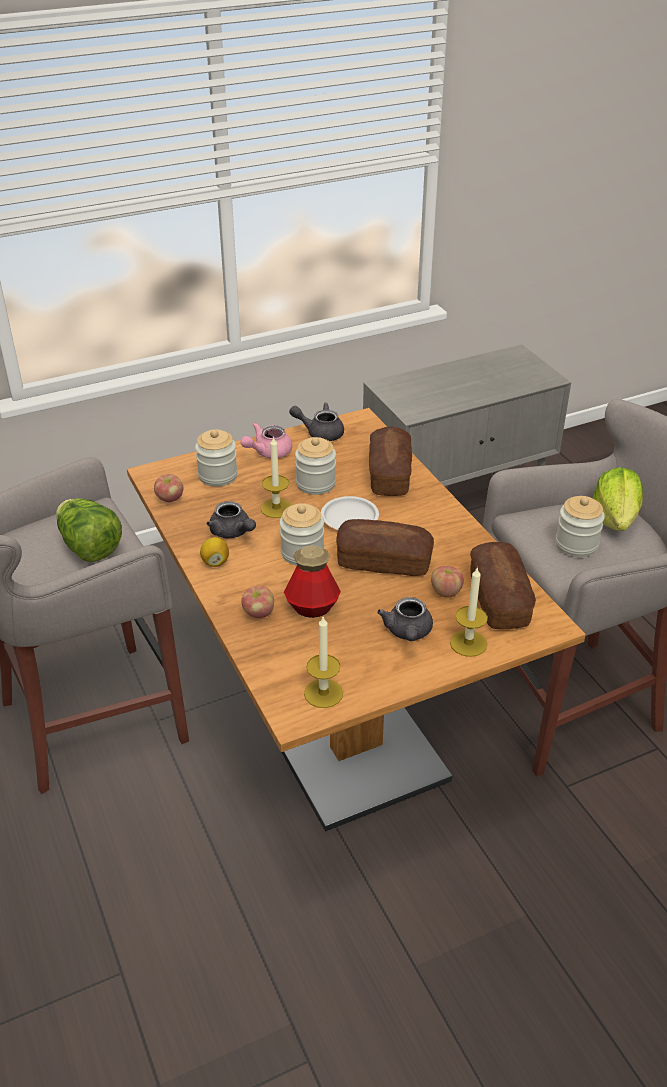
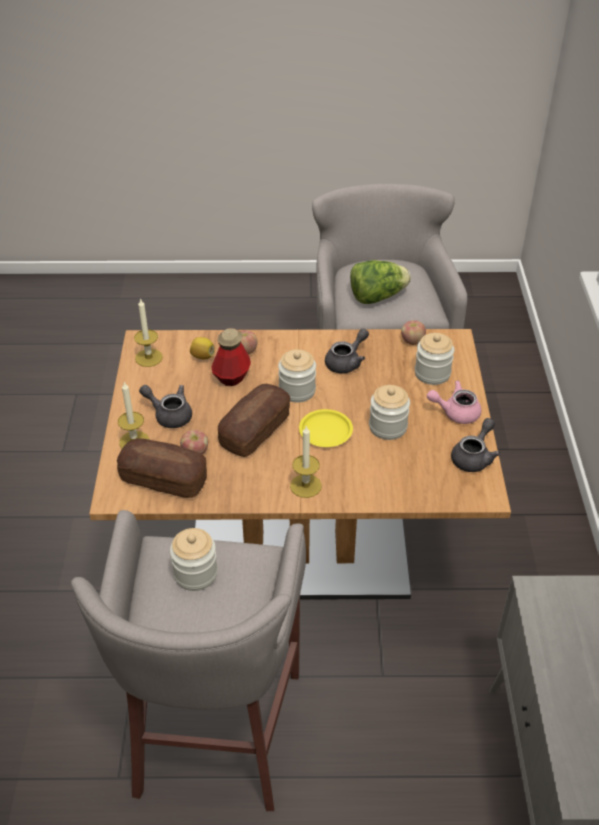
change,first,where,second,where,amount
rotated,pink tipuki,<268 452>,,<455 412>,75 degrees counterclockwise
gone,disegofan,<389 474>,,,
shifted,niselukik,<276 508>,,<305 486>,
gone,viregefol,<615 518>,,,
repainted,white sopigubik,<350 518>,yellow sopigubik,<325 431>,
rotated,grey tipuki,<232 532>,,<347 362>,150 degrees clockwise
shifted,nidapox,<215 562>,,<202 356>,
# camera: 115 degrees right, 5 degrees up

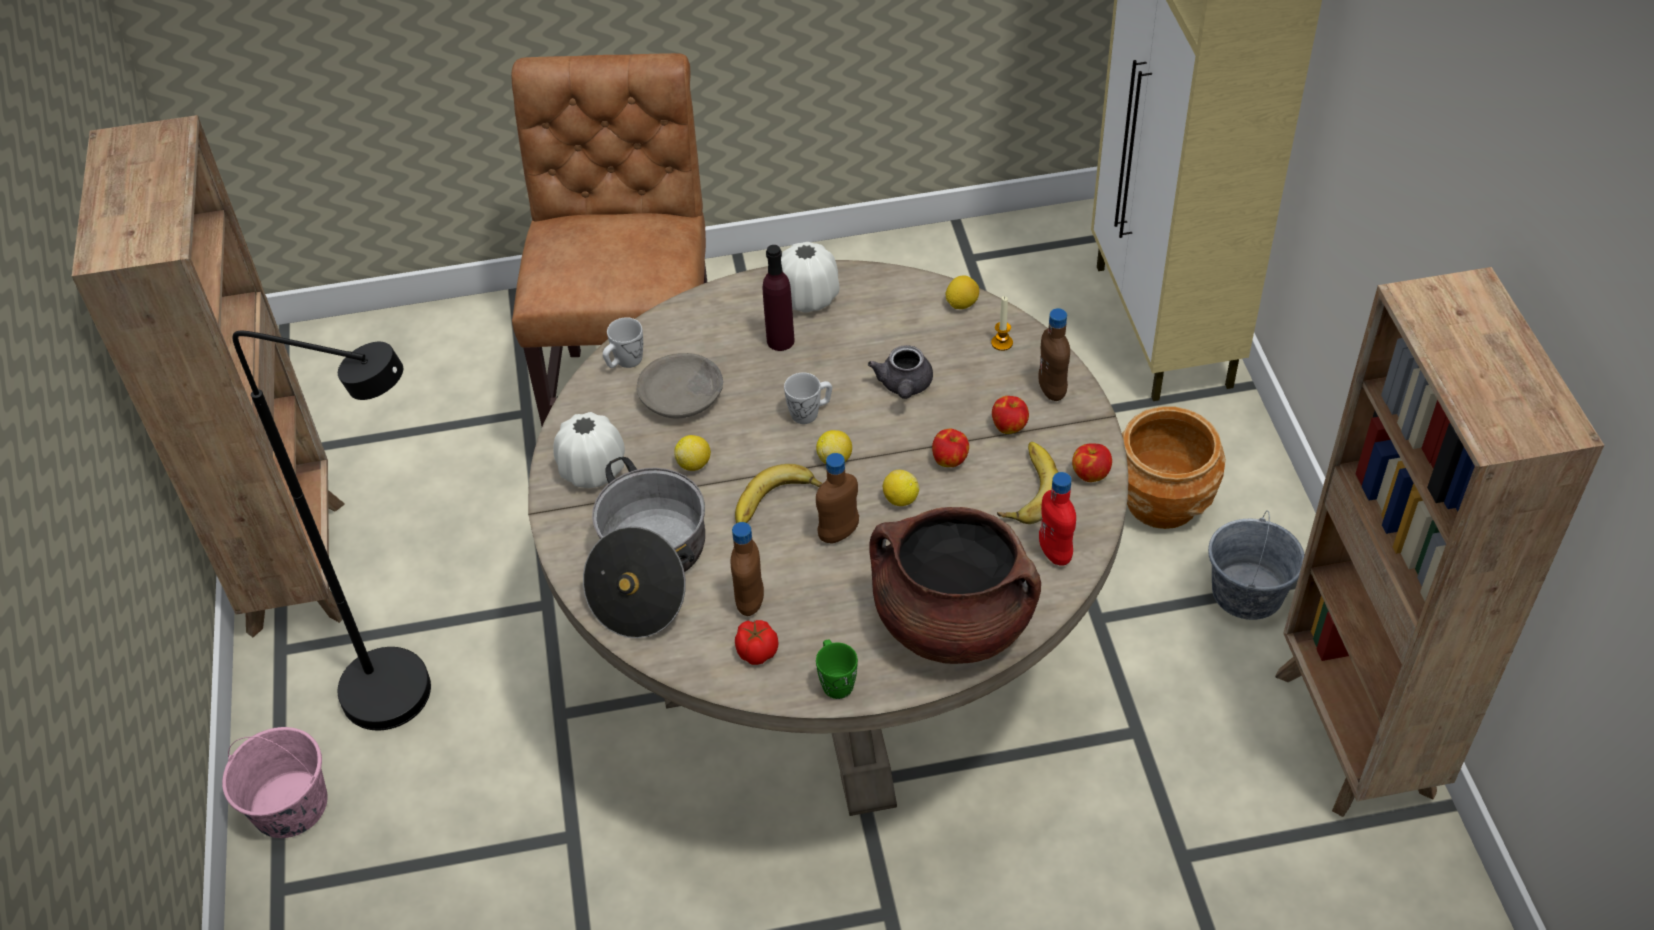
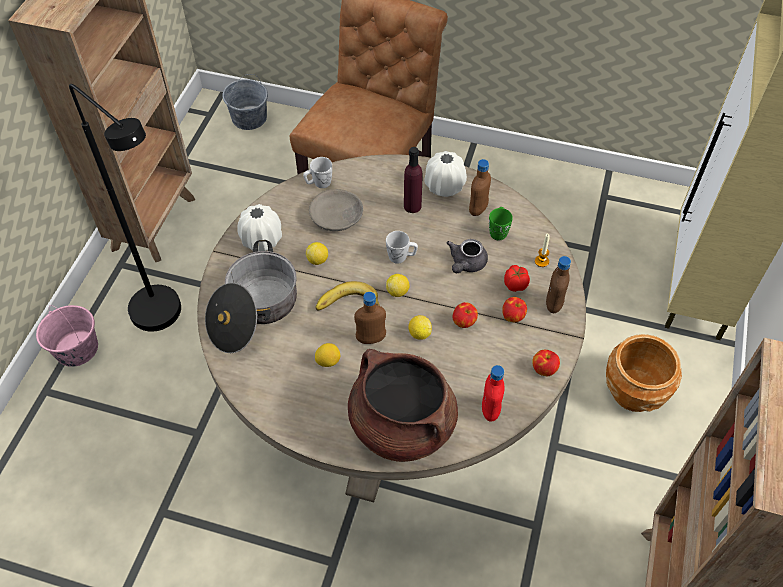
change,first,where,second,where,amount
shifted,nidapox,<961 304>,,<328 361>,
gone,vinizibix,<1025 488>,,,
shifted,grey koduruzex,<1247 591>,,<249 118>,
shifted,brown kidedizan,<750 601>,,<478 209>,
shifted,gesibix,<756 651>,,<515 284>,
shifted,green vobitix,<835 681>,,<498 231>,
# camera: 25 degrees right, 5 degrees up

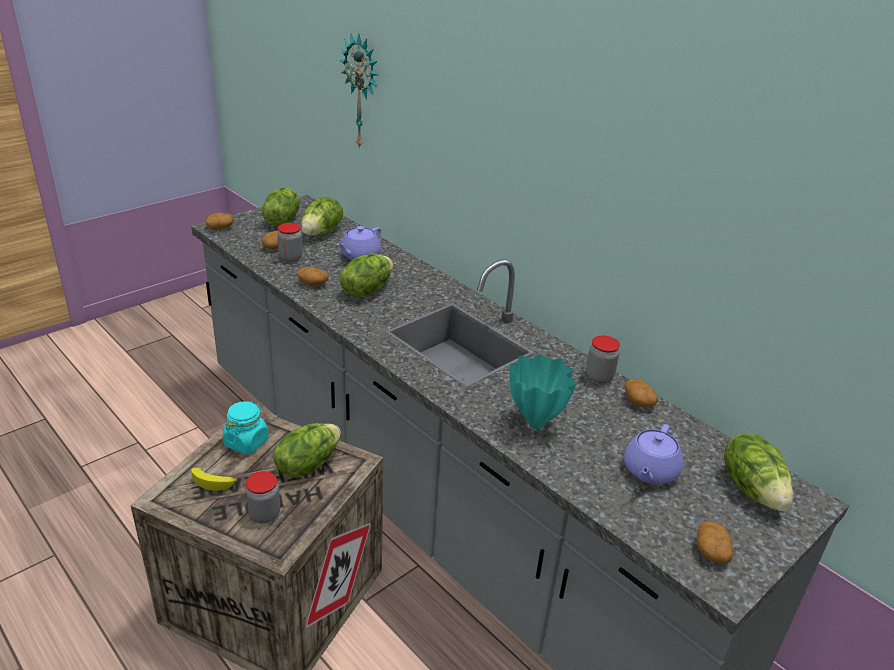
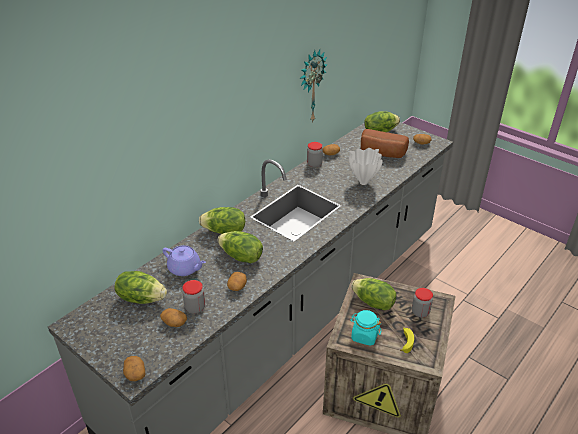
change,first,where,second,where,amount
shifted,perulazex,<363 92>,,<310 86>,
shifted,viregefol,<282 220>,,<224 231>,
repainted,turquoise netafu,<535 423>,white netafu,<363 183>,
swapped,purple tipuki,<649 471>,disegofan,<382 153>,
# camera: 95 degrees left, 5 degrees up

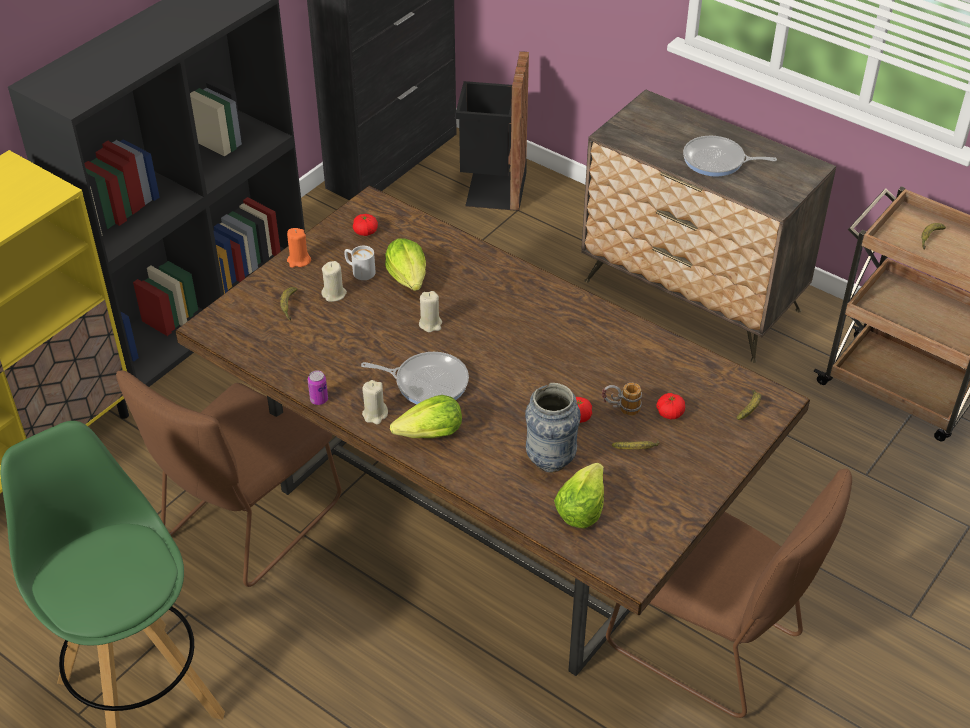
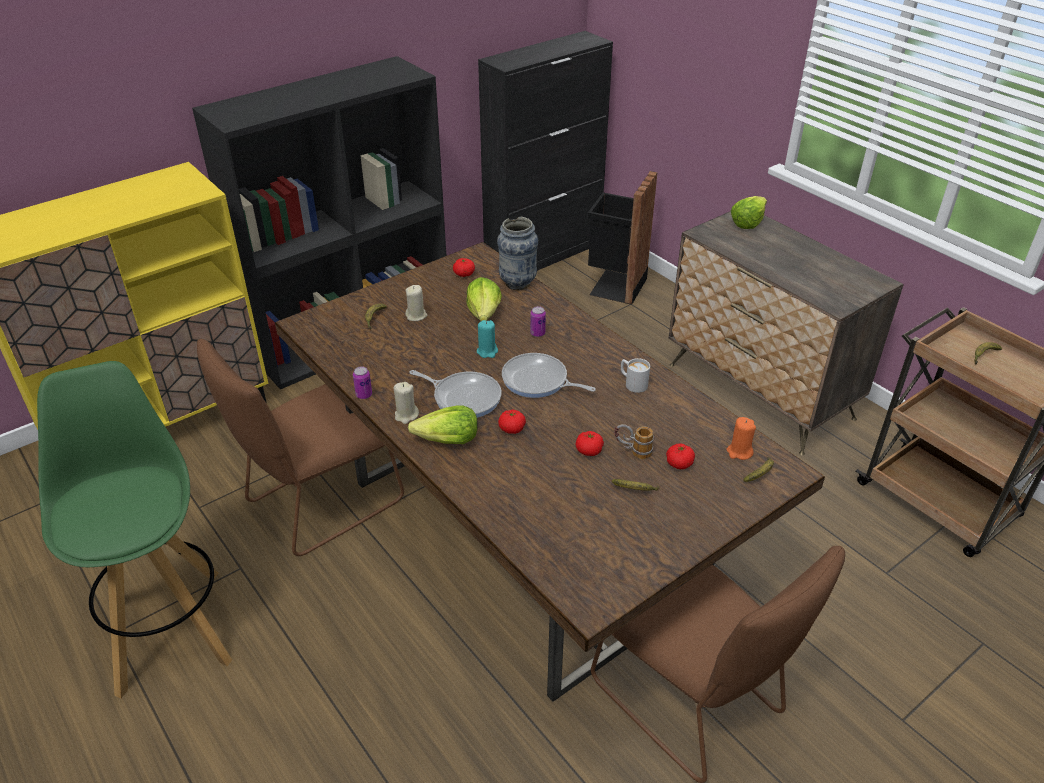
change,first,where,second,where,amount
shifted,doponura,<717 161>,,<538 381>,
shifted,orange niselukik,<299 260>,,<739 452>,
shifted,white vobitix,<359 271>,,<632 383>,
repainted,beige niselukik,<430 324>,turquoise niselukik,<487 351>,
shifted,netafu,<550 460>,,<517 283>,
shifted,viregefol,<581 508>,,<747 222>,
new,,,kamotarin,<537 333>,
new,,,gesibix,<512 429>,
# camera: 15 degrees right, 5 degrees down

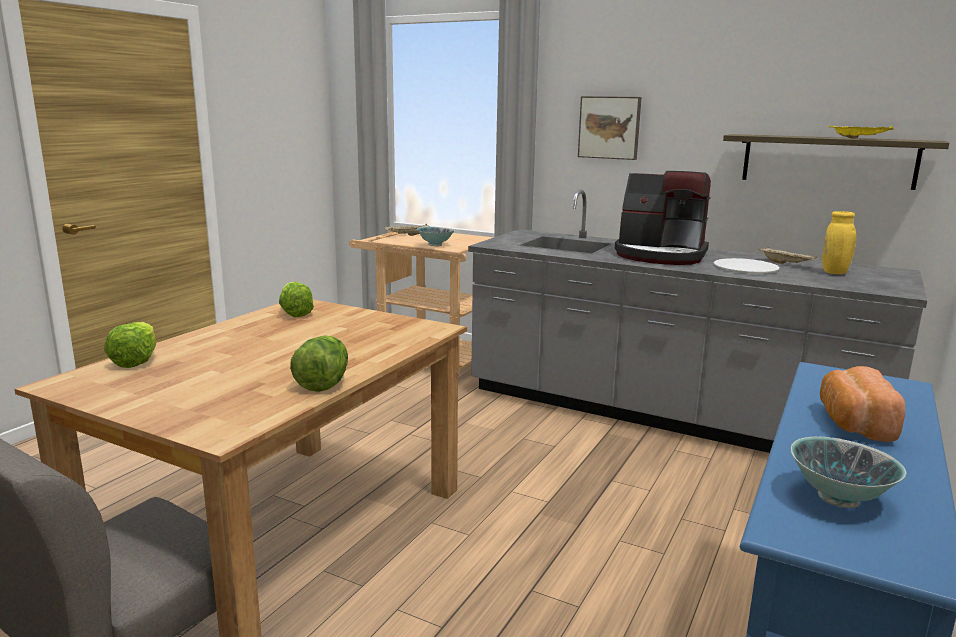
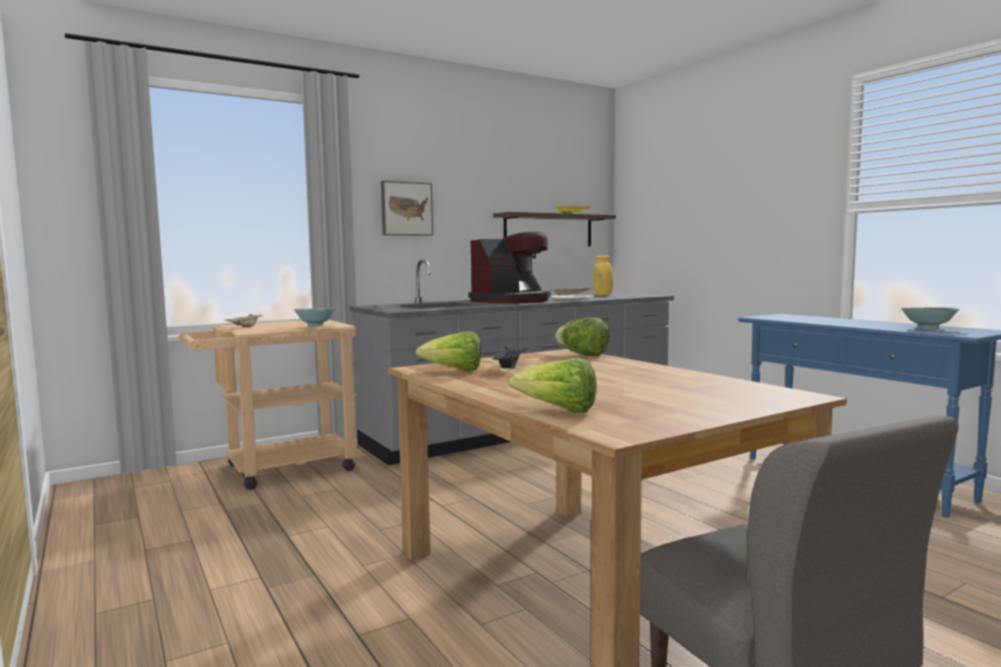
change,first,where,second,where,amount
shifted,viregefol,<323 383>,,<582 355>,
gone,disegofan,<852 423>,,,
new,,,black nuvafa,<510 367>,
# camera: 60 degrees left, 10 degrees down

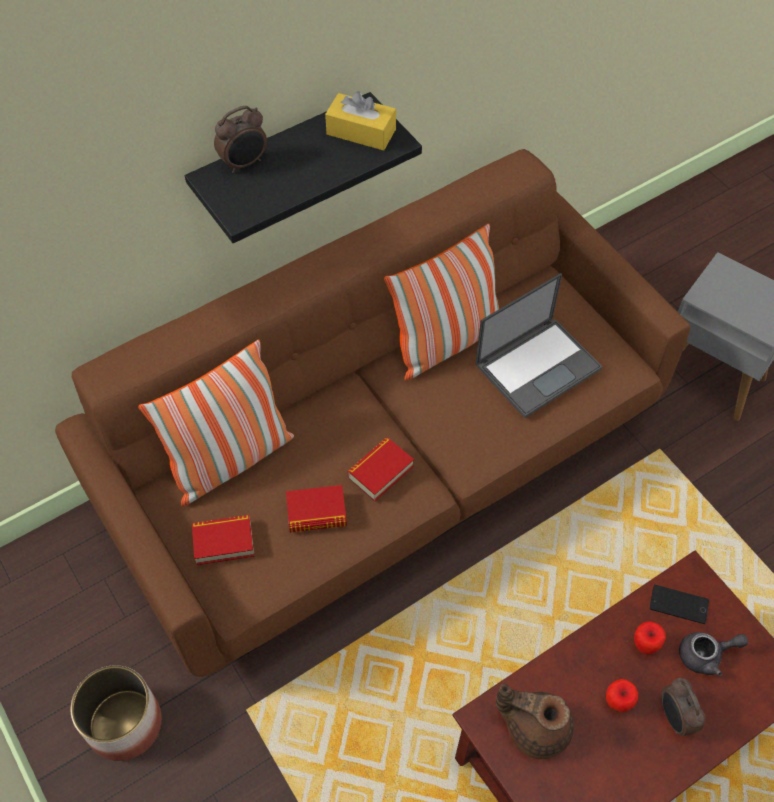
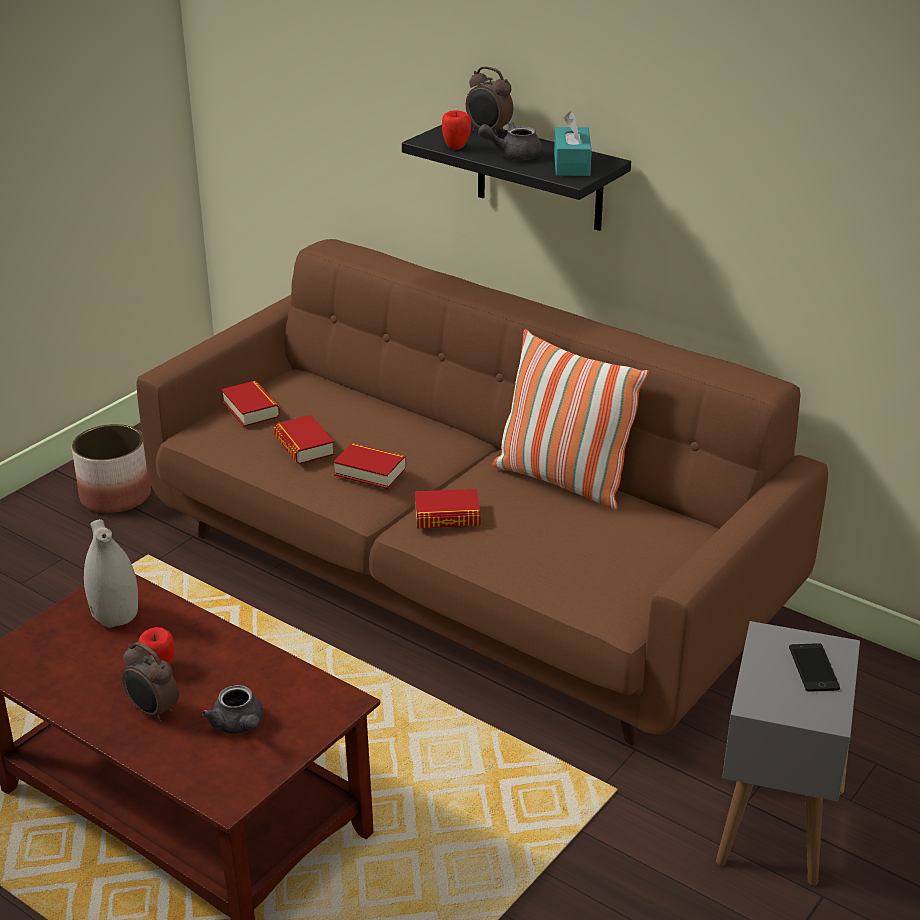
change,first,where,second,where,amount
repainted,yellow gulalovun,<361 132>,turquoise gulalovun,<571 164>,
gone,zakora,<538 365>,,,
gone,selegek,<230 460>,,,
shifted,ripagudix,<678 604>,,<813 668>,
shifted,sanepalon,<645 645>,,<456 147>,
rotated,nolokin,<674 717>,,<153 711>,105 degrees counterclockwise
swapped,brown tipuki,<534 727>,white netafu,<115 616>,
new,,,grey tipuki,<513 155>,
new,,,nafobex,<447 516>,
# camera: 70 degrees right, 25 degrees down

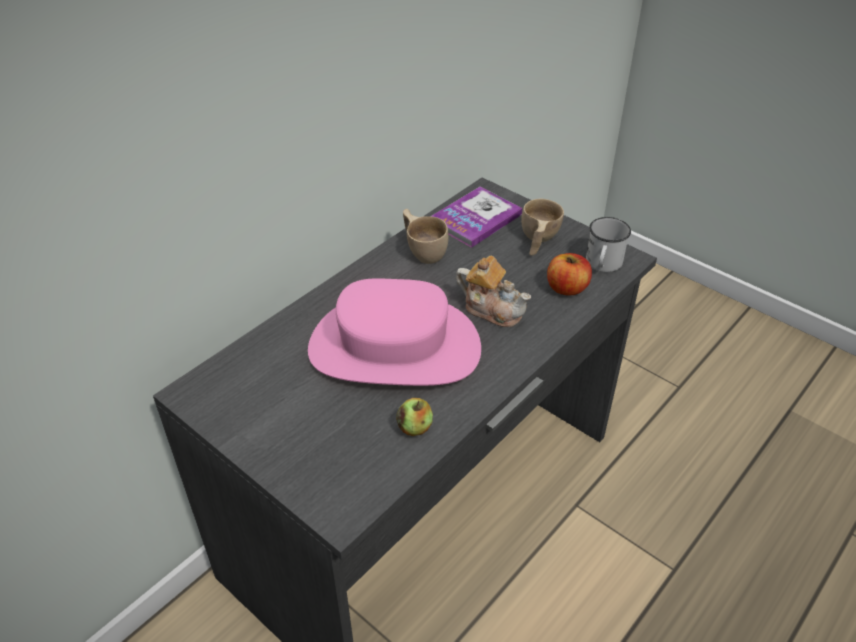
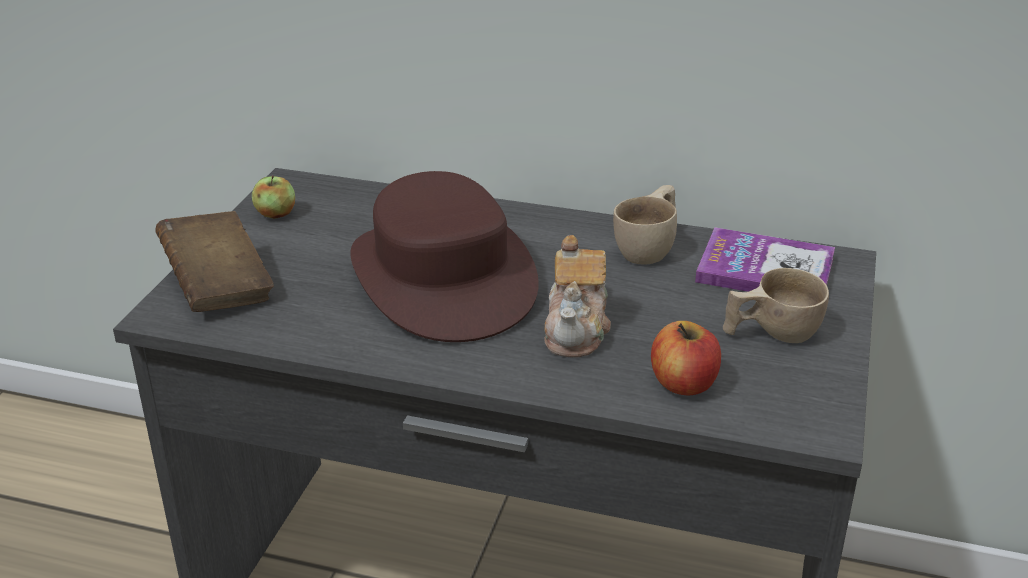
change,first,where,second,where,amount
gone,white vobitix,<602 265>,,,
repainted,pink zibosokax,<394 348>,brown zibosokax,<442 277>,
shifted,sanepalon,<415 428>,,<275 214>,
new,,,brown nafobex,<218 287>,
# camera: 65 degrees right, 10 degrees down

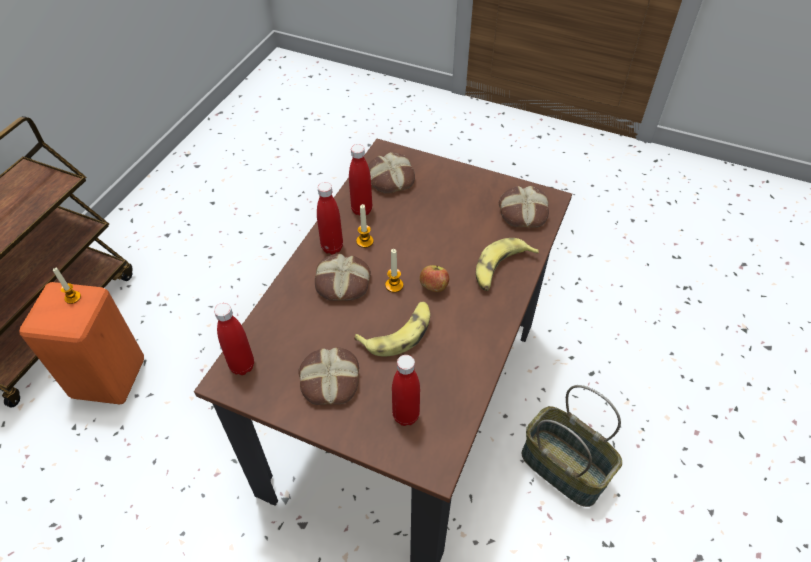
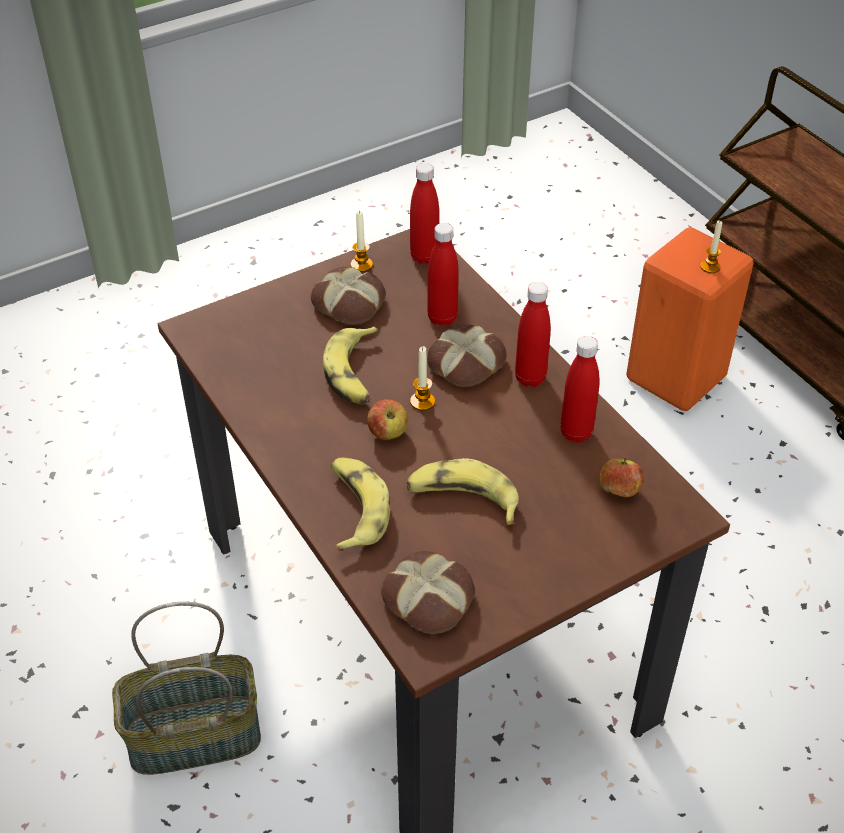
change,first,where,second,where,amount
swapped,disegofan,<390 178>,sanepalon,<619 491>,
shifted,niselukik,<364 241>,,<361 265>,
shifted,red kidedizan,<405 415>,,<442 318>,
new,,,vinizibix,<462 499>,
# camera: 125 degrees right, 5 degrees down

